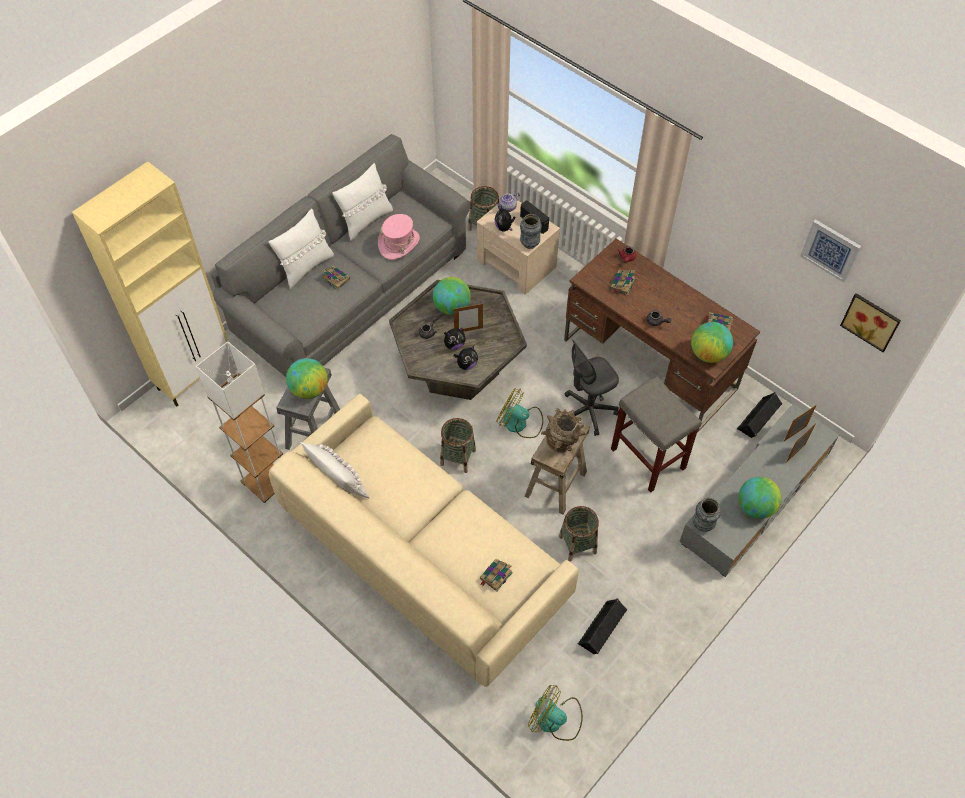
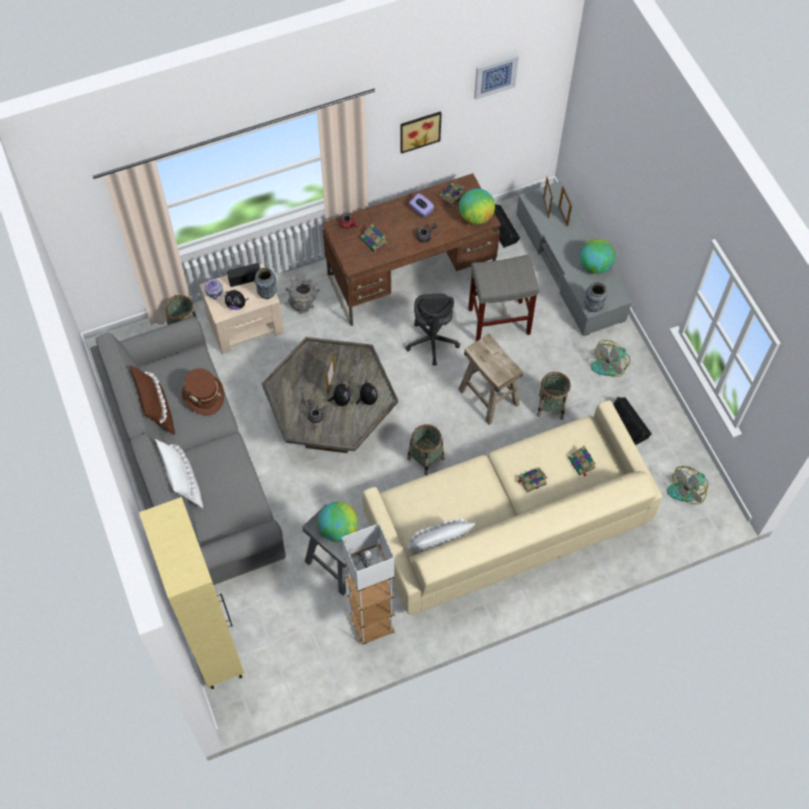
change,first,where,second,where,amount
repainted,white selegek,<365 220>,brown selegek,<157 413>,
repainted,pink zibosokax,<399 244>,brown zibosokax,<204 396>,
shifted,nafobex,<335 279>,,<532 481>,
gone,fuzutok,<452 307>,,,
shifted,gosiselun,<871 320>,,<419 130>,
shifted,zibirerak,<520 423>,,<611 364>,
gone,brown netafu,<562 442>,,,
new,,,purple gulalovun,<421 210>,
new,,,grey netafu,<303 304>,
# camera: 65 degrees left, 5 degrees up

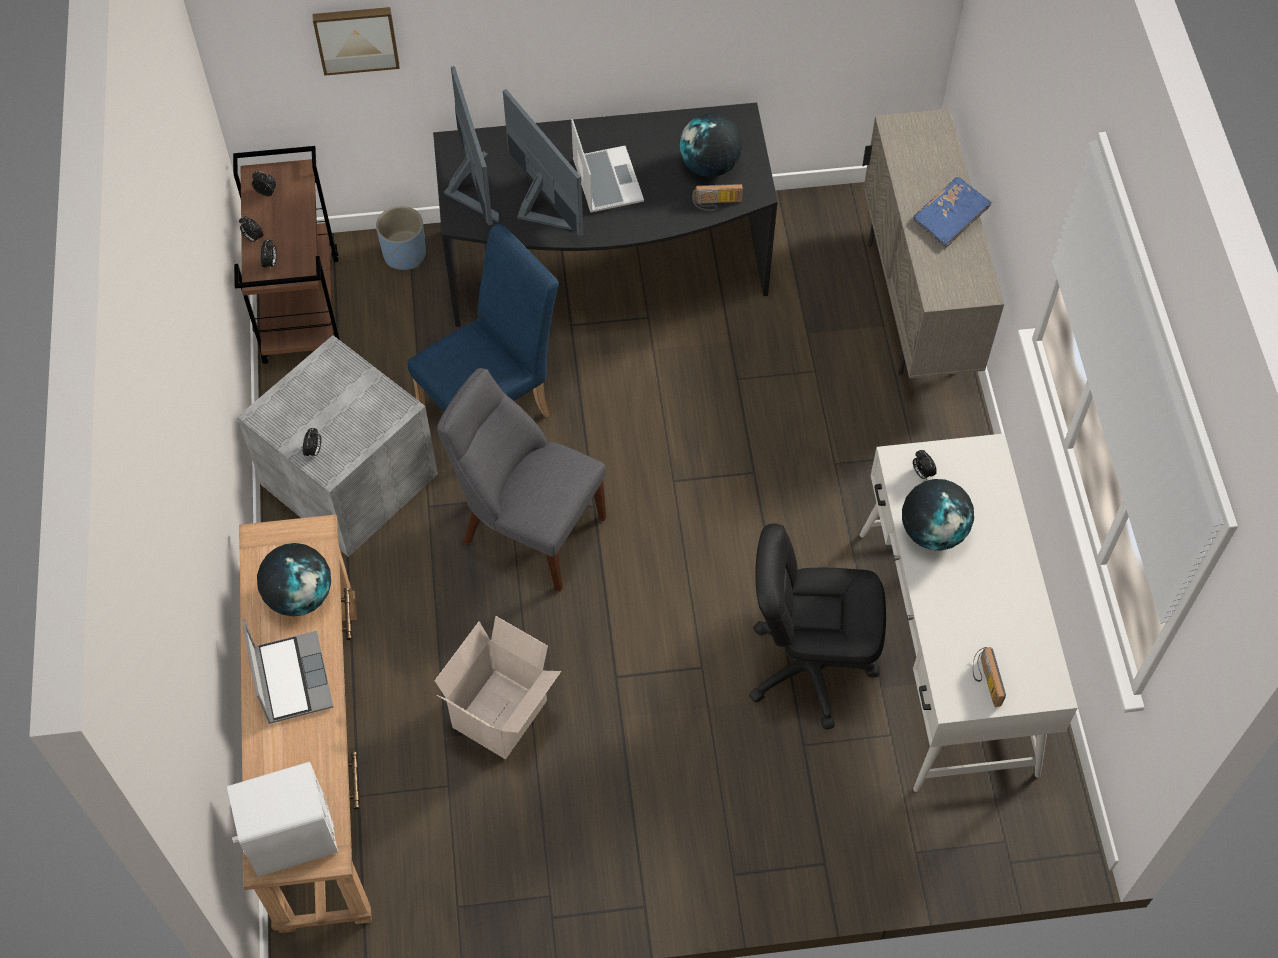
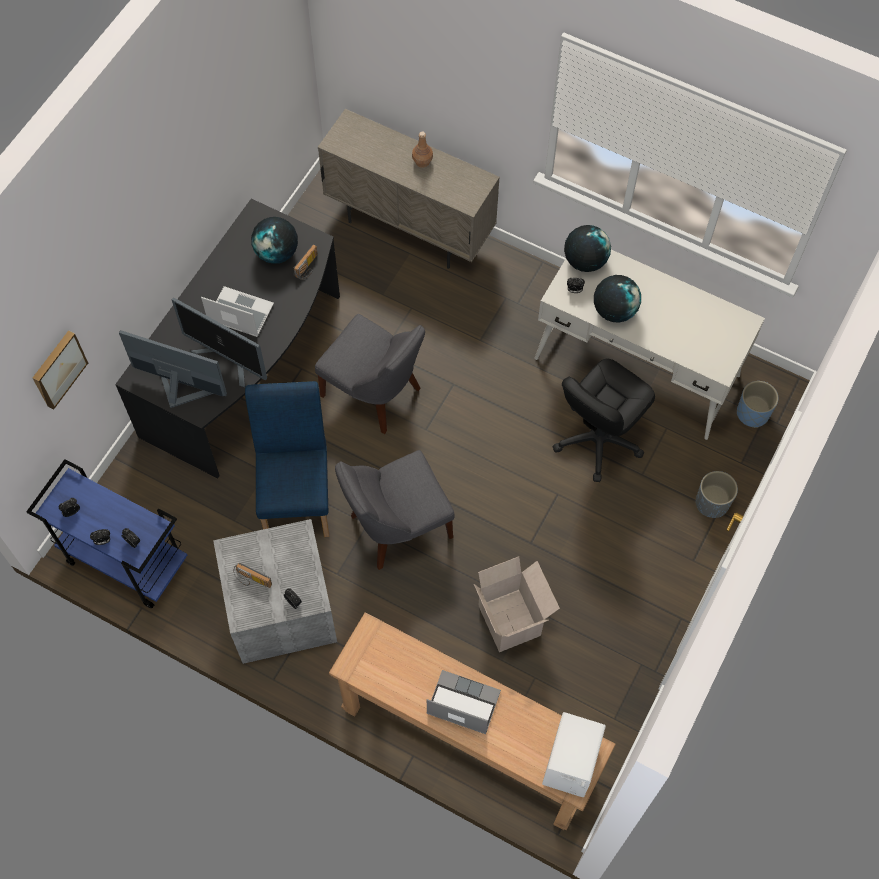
change,first,where,second,where,amount
rotated,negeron,<541 206>,,<228 360>,150 degrees counterclockwise
repainted,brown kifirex,<300 308>,blue kifirex,<125 561>,
swapped,blue nafobex,<950 219>,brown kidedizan,<422 162>,
shifted,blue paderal,<404 254>,,<752 413>,
shifted,fuzutok,<300 596>,,<585 261>,
shifted,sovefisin,<985 681>,,<252 580>,
new,,,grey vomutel,<374 394>,
new,,,grey paderal,<712 503>,
# camera: 55 degrees left, 5 degrees up

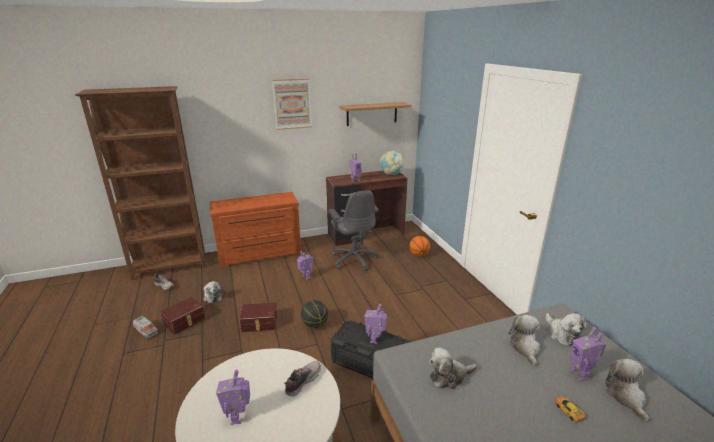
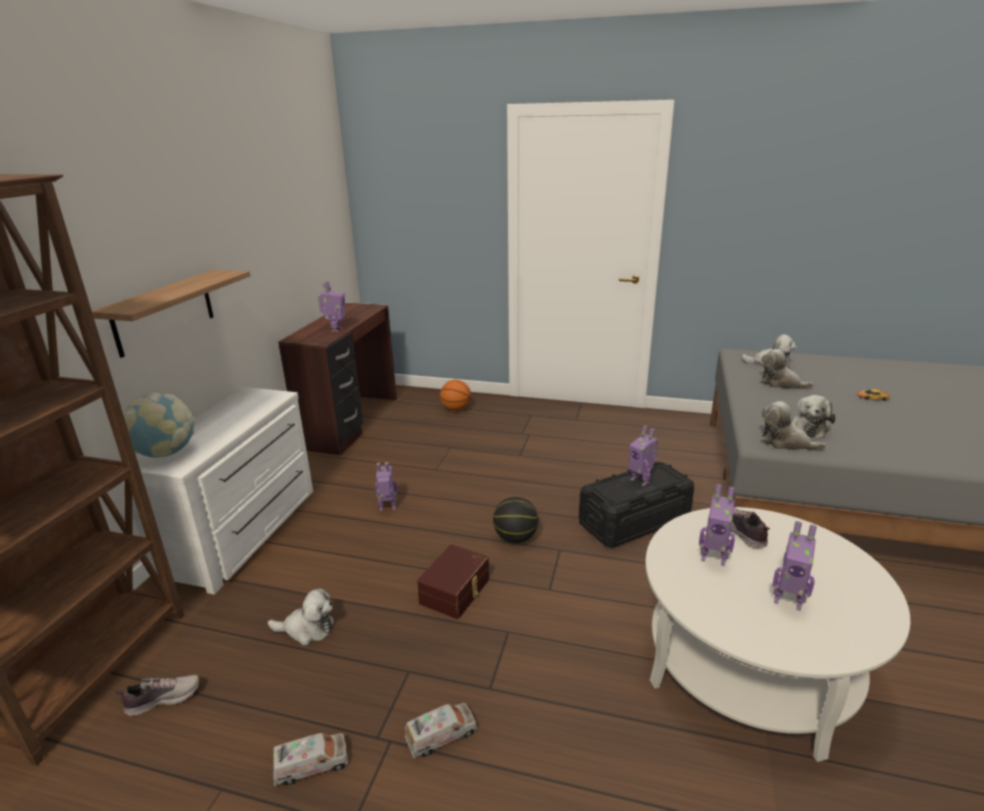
change,first,where,second,where,amount
gone,gosiselun,<292 104>,,,
shifted,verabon,<372 114>,,<164 312>,
shifted,fuzutok,<391 174>,,<166 453>,
gone,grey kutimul,<354 259>,,,
repainted,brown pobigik,<260 254>,white pobigik,<246 532>,
gone,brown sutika,<185 321>,,,
shifted,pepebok,<580 374>,,<713 558>,
shifted,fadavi,<626 396>,,<785 442>,
new,,,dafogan,<441 736>,
# camera: 55 degrees left, 0 degrees up

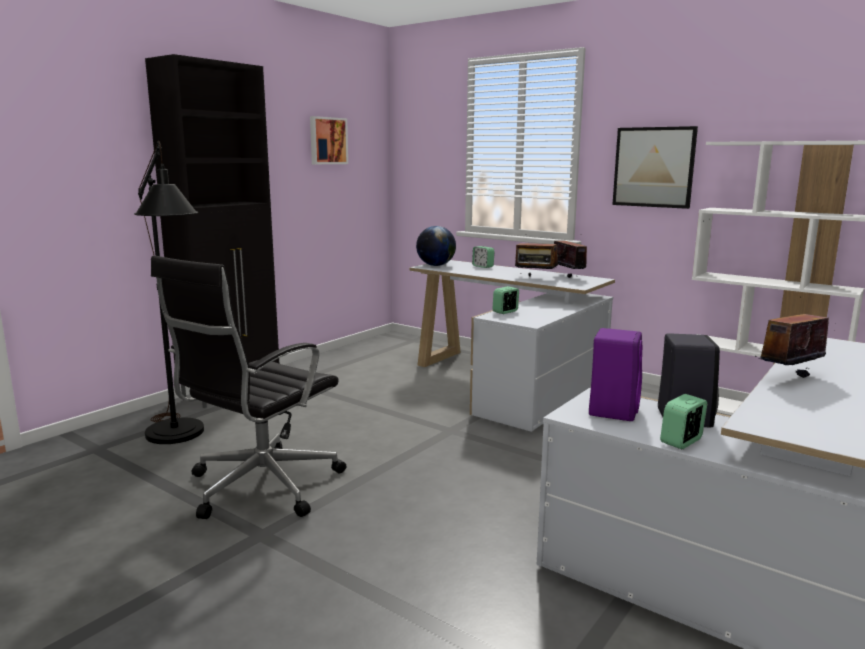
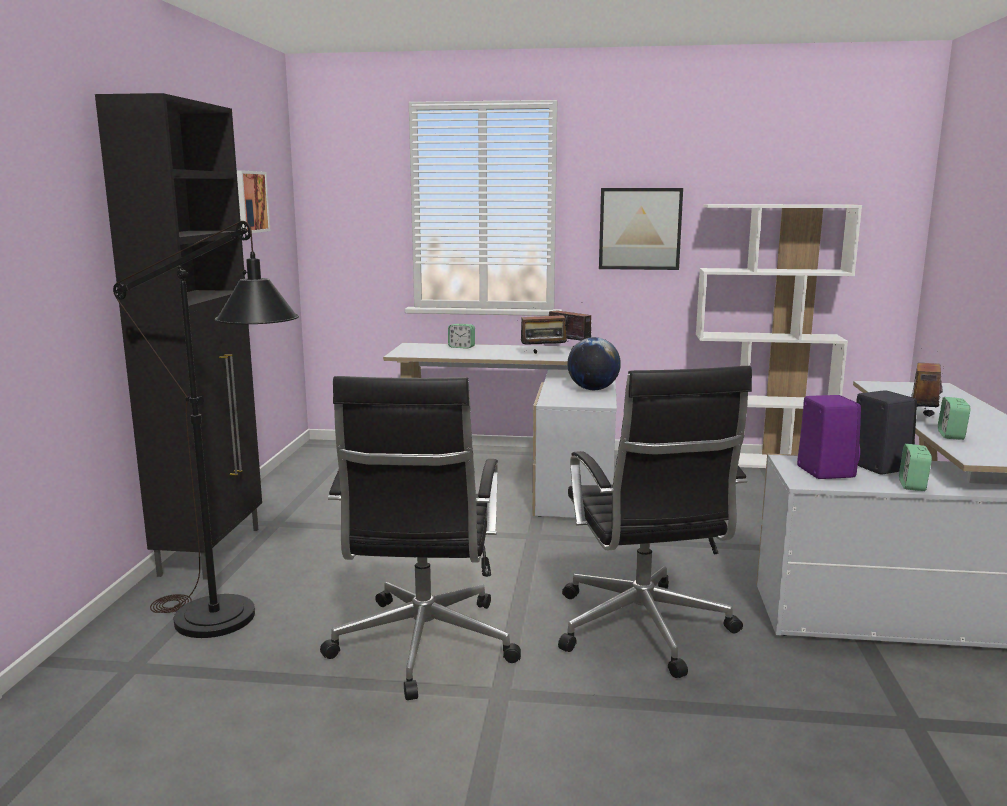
change,first,where,second,where,amount
shifted,fuzutok,<436 265>,,<593 389>,
shifted,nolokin,<505 312>,,<951 435>,
new,,,black kutimul,<643 630>,
# camera: 30 degrees left, 0 degrees up

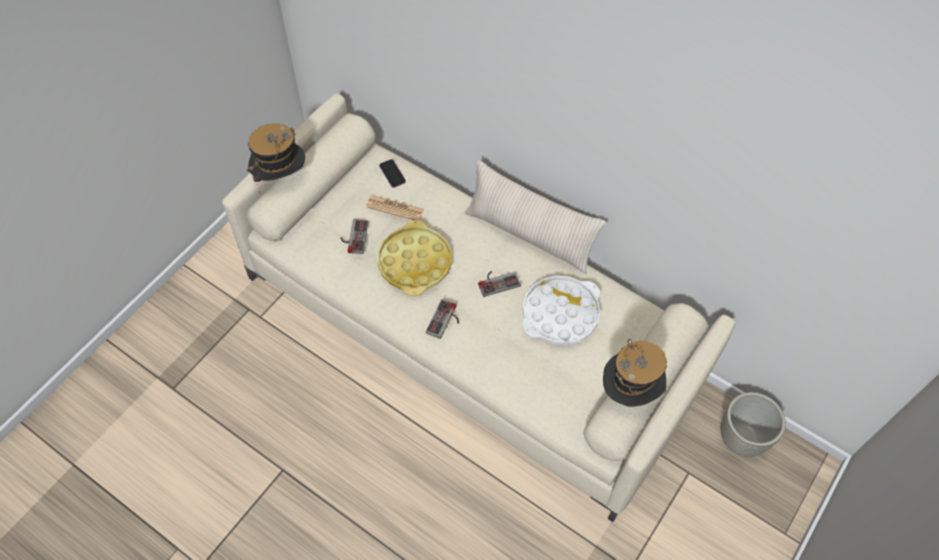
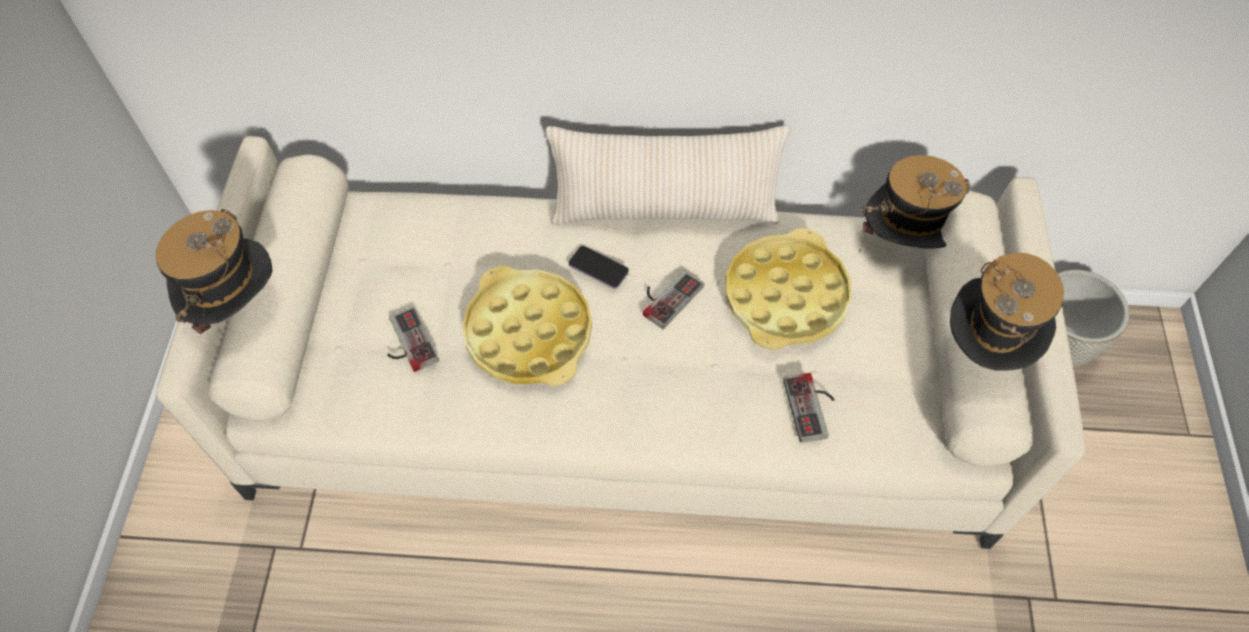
change,first,where,second,where,amount
shifted,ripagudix,<392 174>,,<598 268>,
gone,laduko,<395 208>,,,
repainted,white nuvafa,<560 314>,yellow nuvafa,<785 296>,
shifted,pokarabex,<445 321>,,<813 407>,
new,,,zibosokax,<901 244>,
# camera: 30 degrees left, 0 degrees up

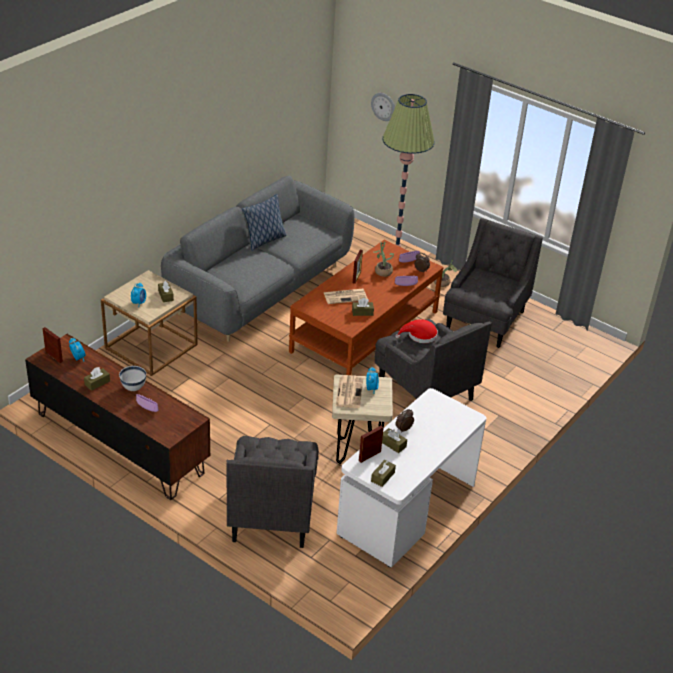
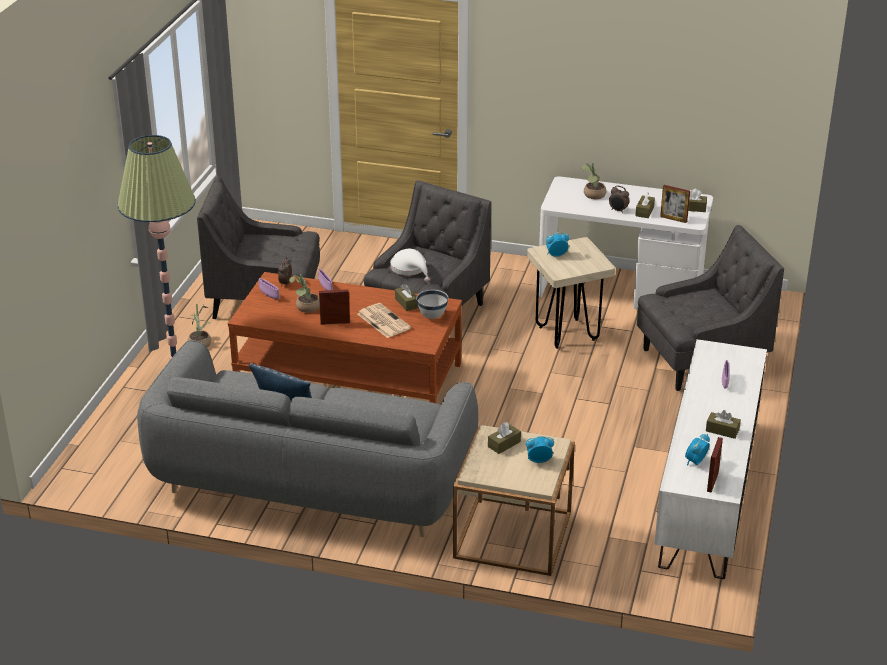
change,first,where,second,where,amount
gone,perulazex,<383 106>,,,
repainted,red zibosokax,<419 335>,white zibosokax,<410 269>,
repainted,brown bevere,<119 442>,white bevere,<707 494>,
shifted,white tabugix,<133 388>,,<432 316>,
gone,laduko,<349 392>,,,
new,,,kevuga,<593 196>,
# camera: 110 degrees left, 5 degrees down

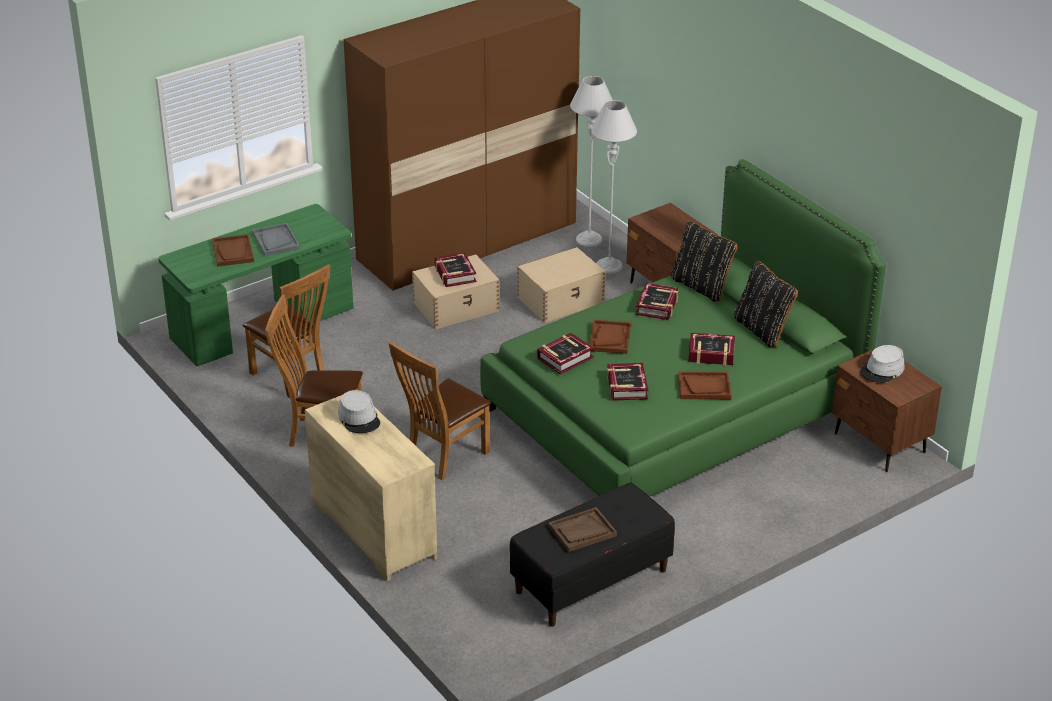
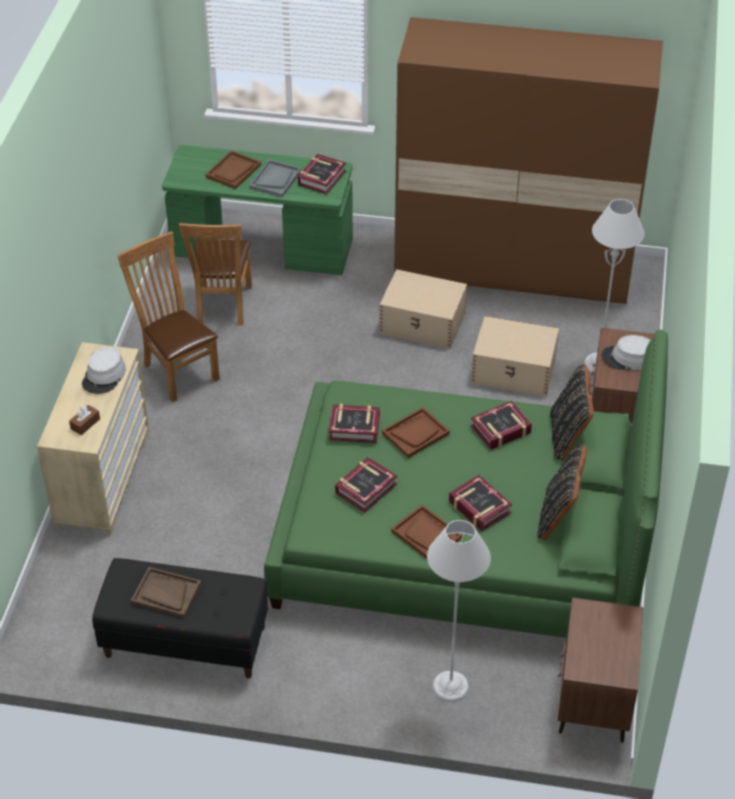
change,first,where,second,where,amount
shifted,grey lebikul,<589 239>,,<450 686>,
shifted,nafobex,<454 274>,,<321 178>,
gone,brown vomutel,<443 457>,,,
shifted,grey zibosokax,<882 370>,,<628 358>,
new,,,brown gulalovun,<85 424>,
# camera: 45 degrees right, 10 degrees up

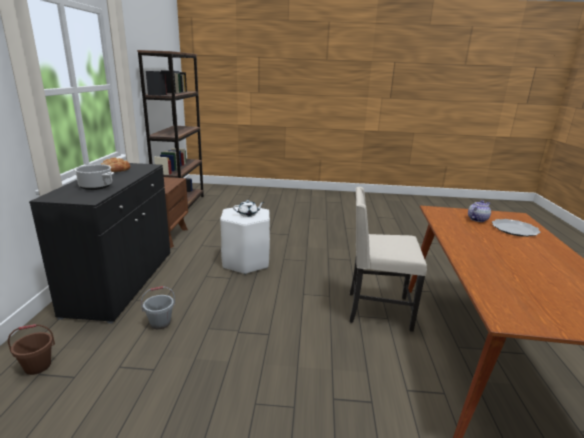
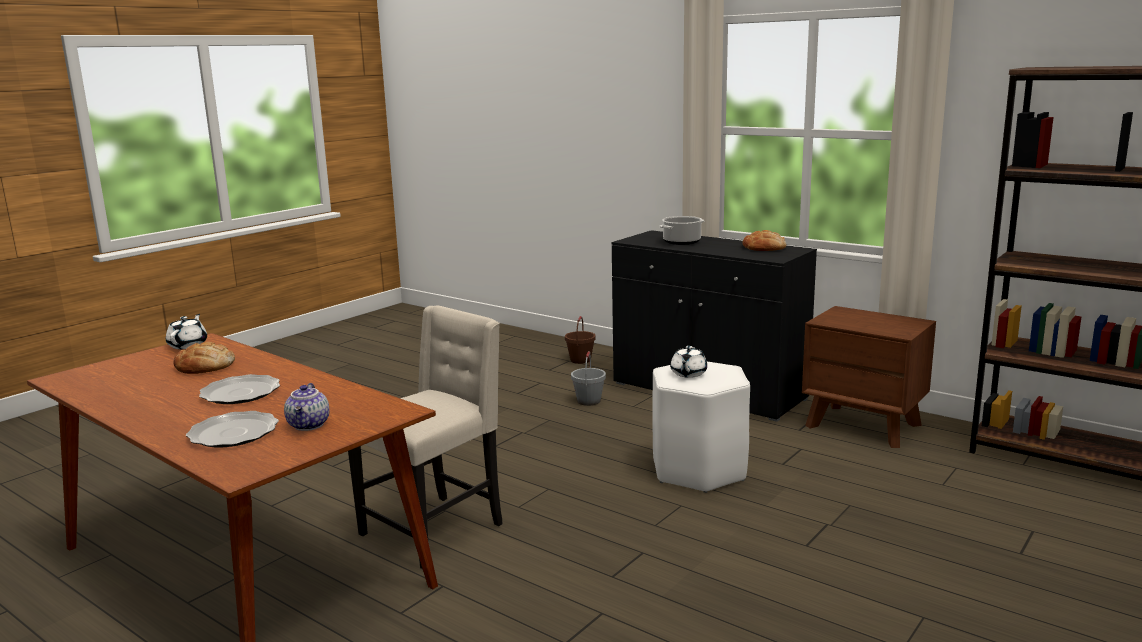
change,first,where,second,where,amount
new,,,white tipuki,<188 345>,
new,,,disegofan,<205 366>,
new,,,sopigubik,<240 393>,
# camera: 125 degrees right, 5 degrees down

